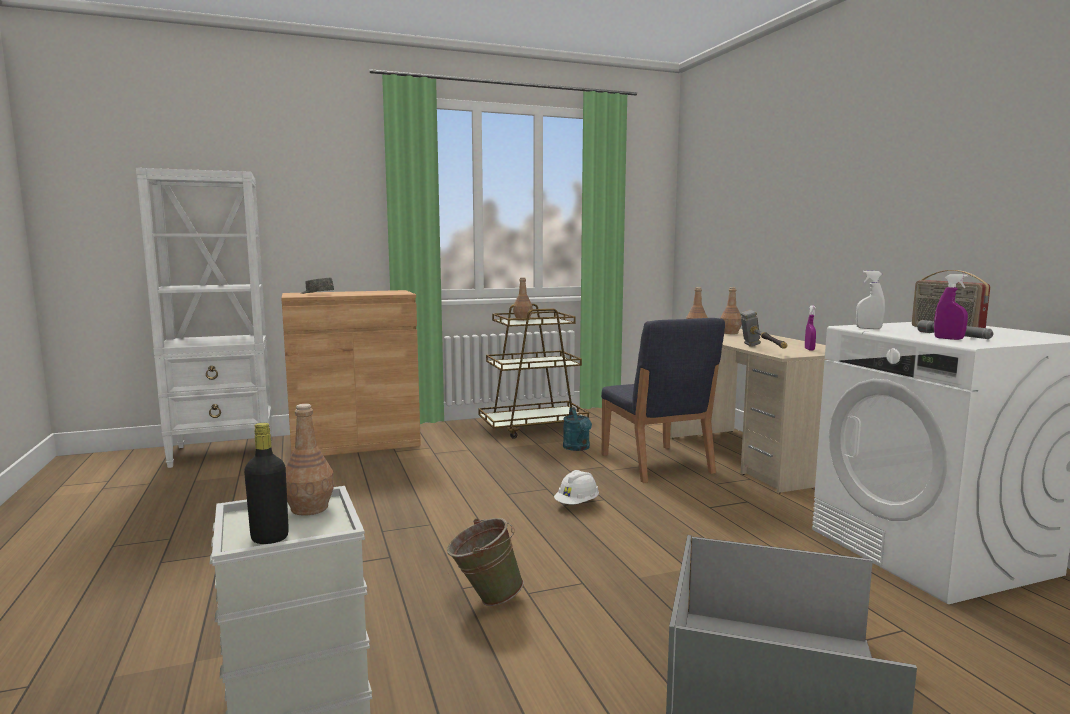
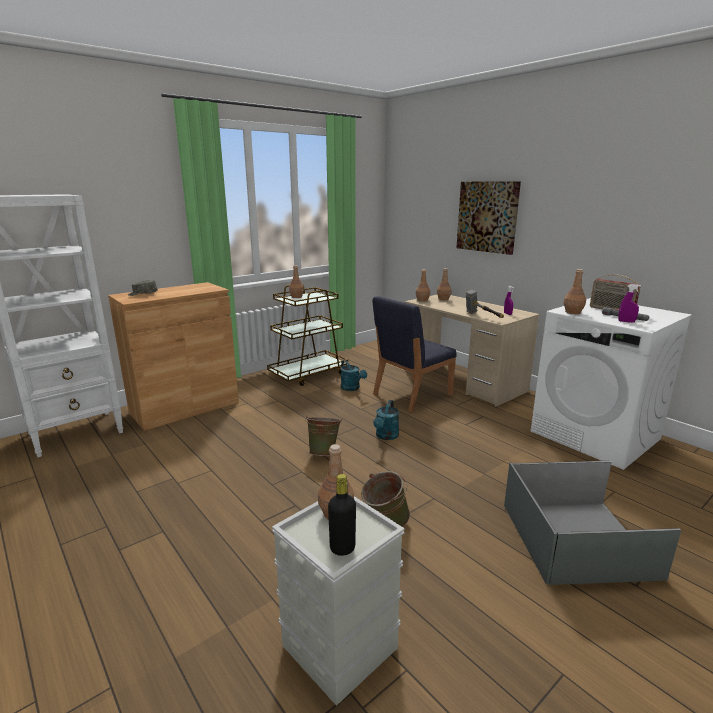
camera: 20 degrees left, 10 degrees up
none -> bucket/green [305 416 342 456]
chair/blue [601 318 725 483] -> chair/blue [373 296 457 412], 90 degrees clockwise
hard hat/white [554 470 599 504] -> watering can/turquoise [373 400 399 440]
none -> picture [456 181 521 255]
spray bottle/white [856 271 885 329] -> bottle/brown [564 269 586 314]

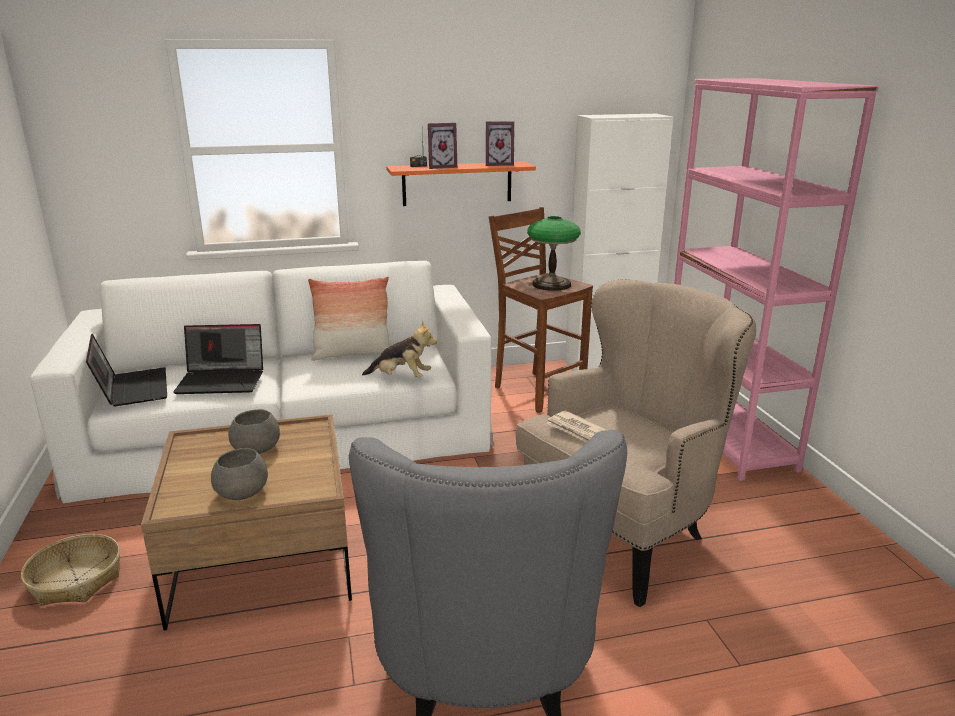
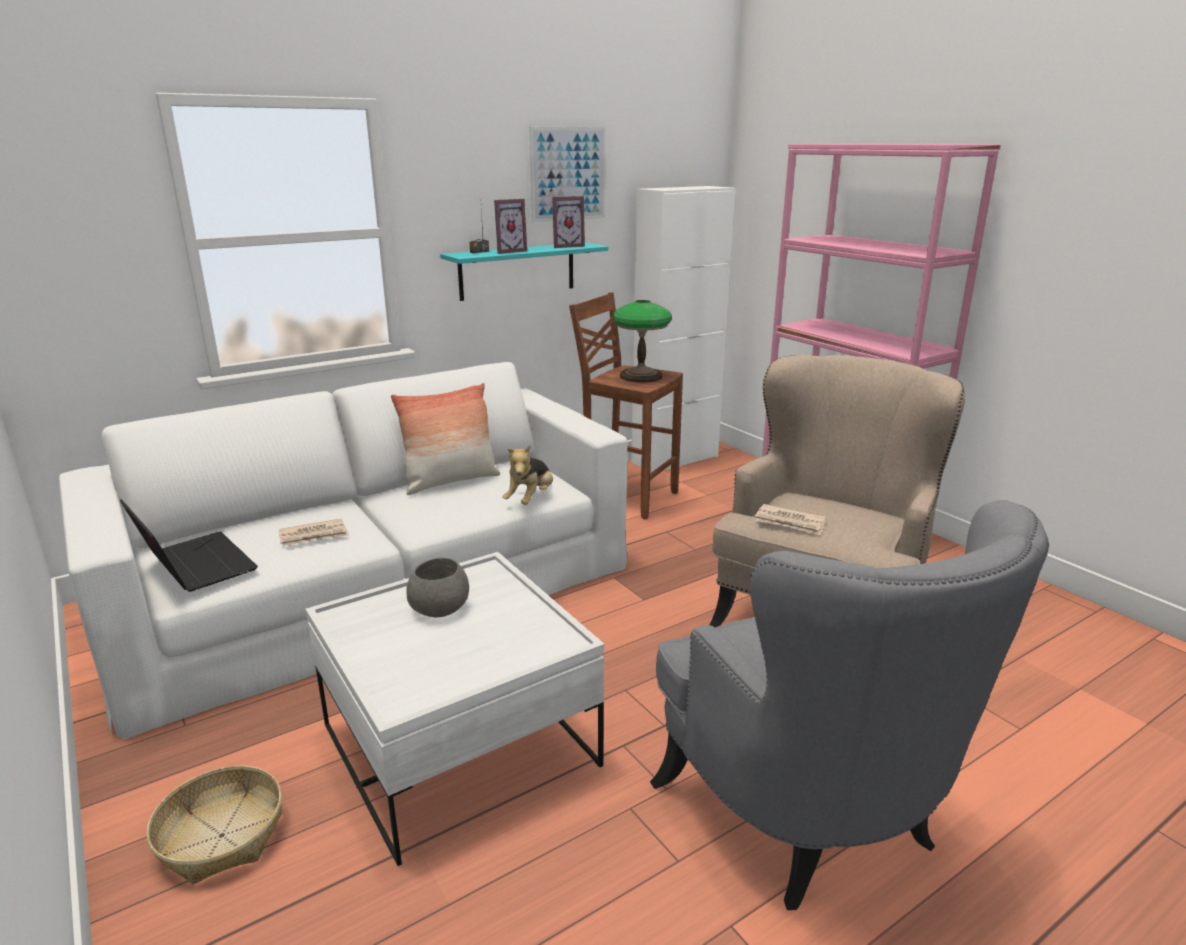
camera: 20 degrees left, 0 degrees up
laptop [173 324 263 394] -> newspaper [278 518 349 546]
coffee table/brown [141 414 352 630] -> coffee table/white [306 552 604 866]
shelf/orange [386 161 536 206] -> shelf/turquoise [440 242 608 301]
plush toy [362 321 437 377] -> plush toy [502 445 553 505], 120 degrees clockwise
none -> picture [529 127 606 222]
bowl/grey [211 448 268 500] -> none

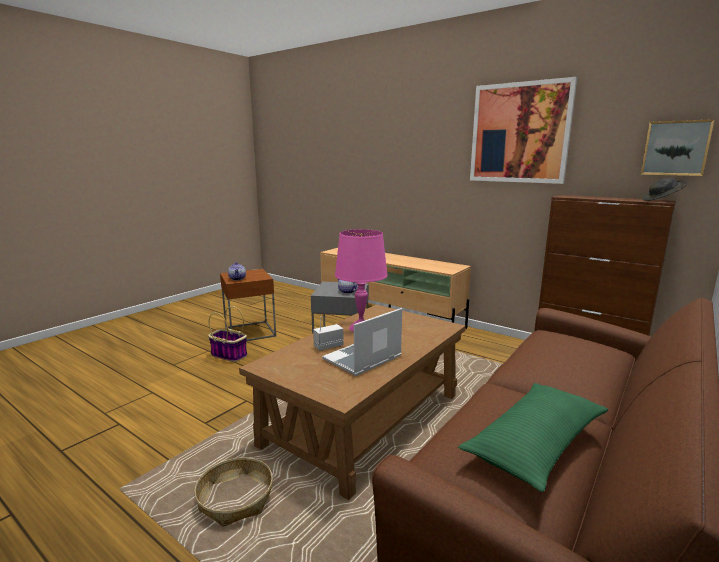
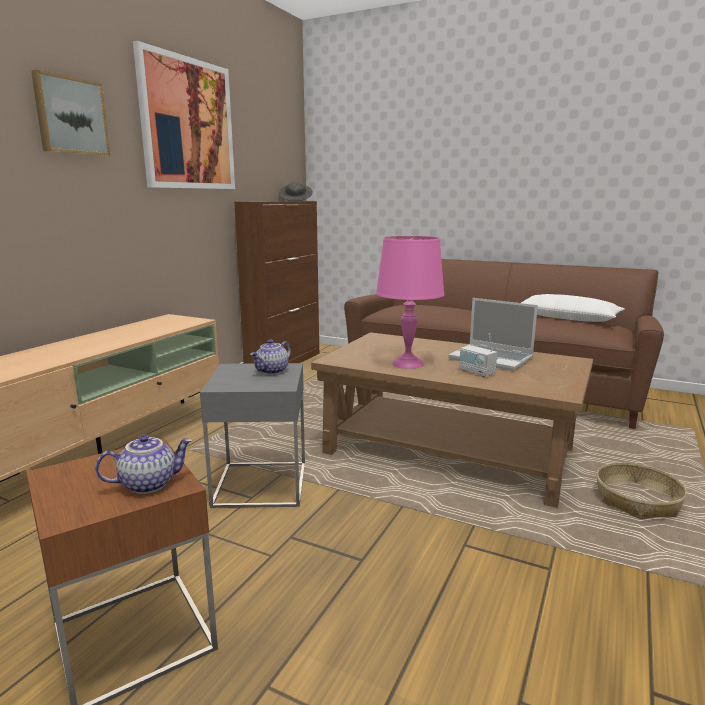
camera: 100 degrees left, 0 degrees up
picture [641 119 715 176] -> picture [31 70 110 156], moved
pillow/green [458 383 608 492] -> pillow/white [521 294 625 322]
basket [208 306 247 362] -> none

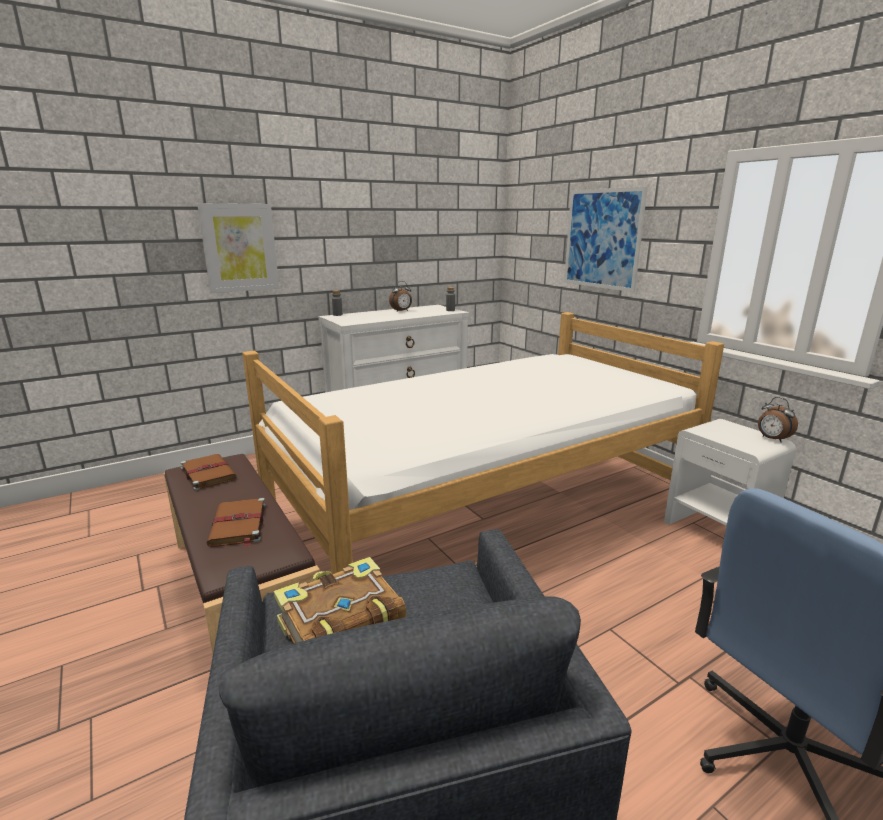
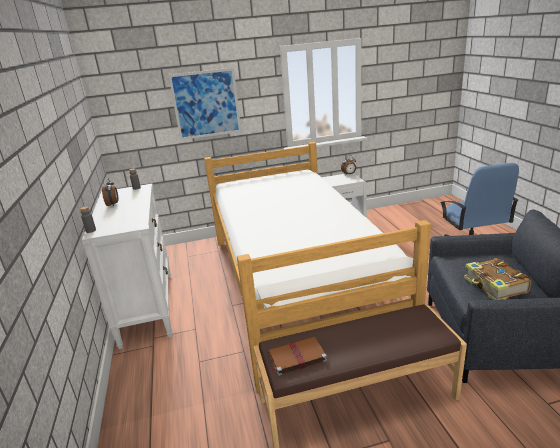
camera: 70 degrees left, 5 degrees up
picture [197 203 279 293] -> none
book/brown [206 498 266 547] -> none

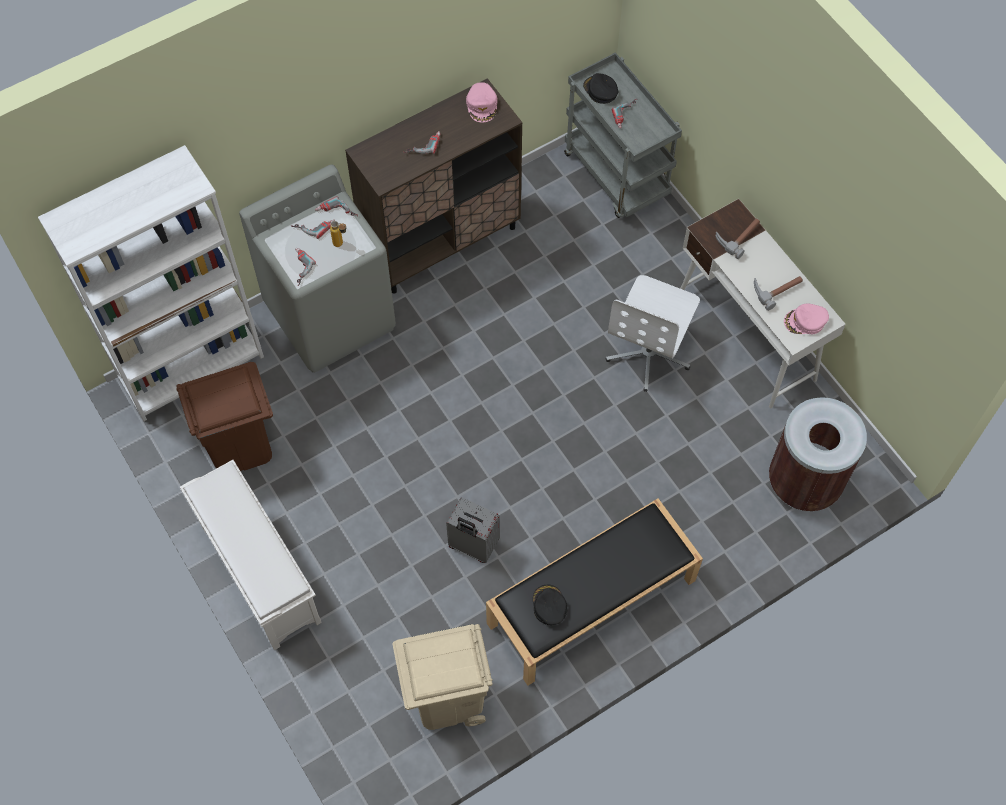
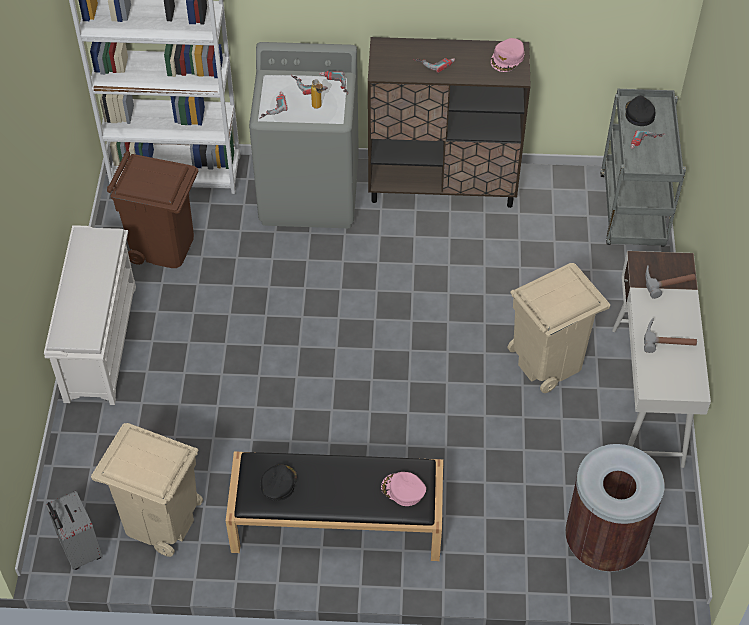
camera: 35 degrees right, 10 degrees down
suitcase/grey [446 497 500 563] -> suitcase/grey [46 491 103 570], moved
cap/pink [784 303 829 334] -> cap/pink [381 472 426 506], moved
office chair/white [606 275 700 392] -> trash can/beige [508 263 610 393]

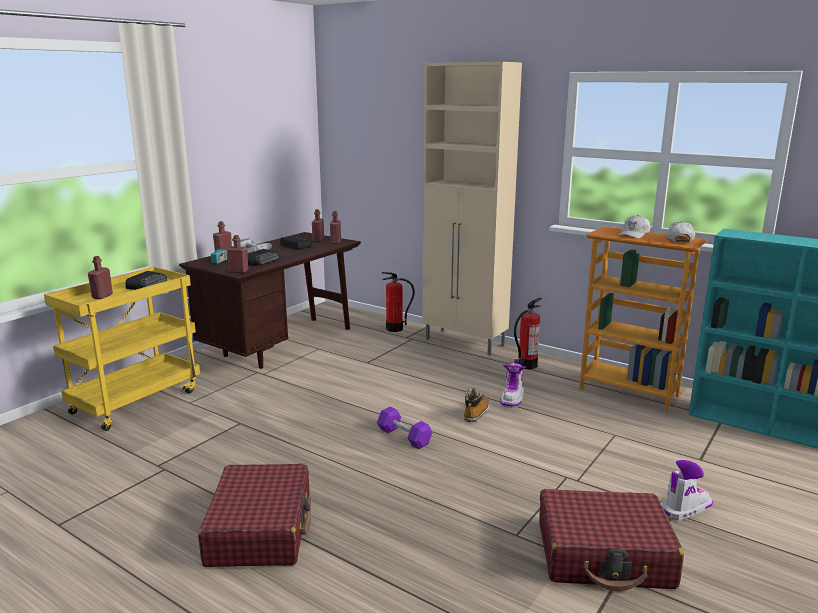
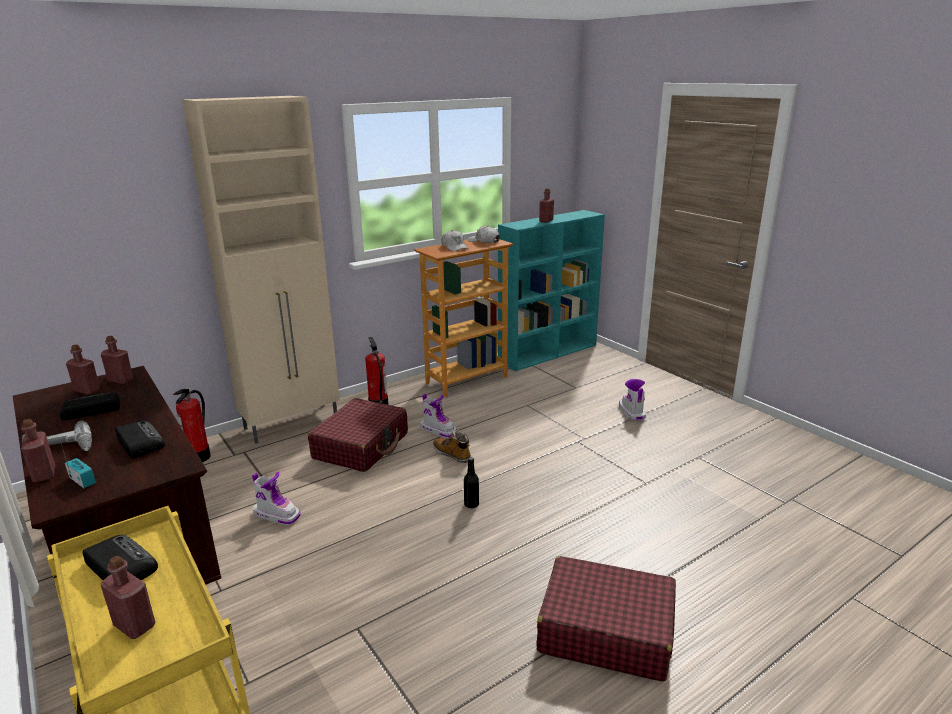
camera: 70 degrees left, 5 degrees up
none -> boot [252 472 301 525]
suitcase/red [539 489 684 591] -> suitcase/red [308 398 408 472], moved
dumbbell/purple [377 406 433 449] -> bottle/black [464 457 479 508]
bottle/red [227 235 248 273] -> bottle/red [539 188 554 223], moved

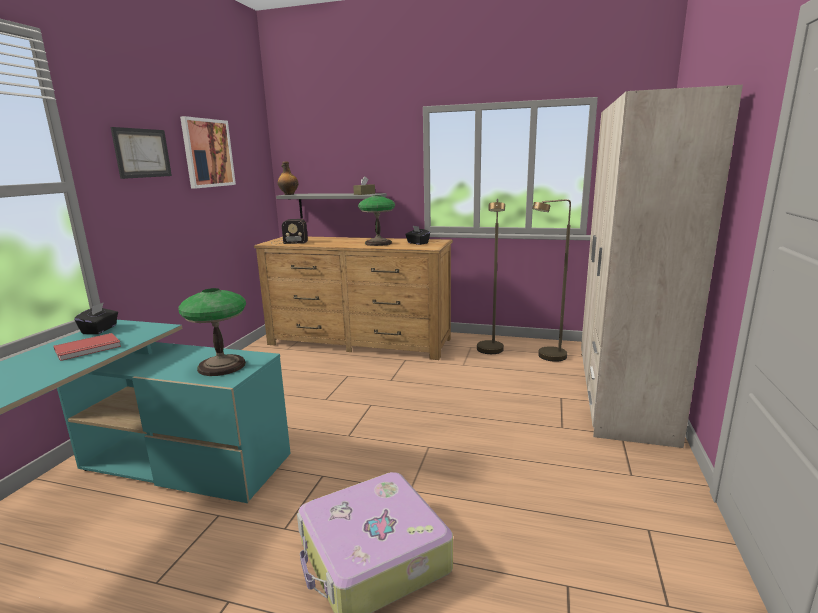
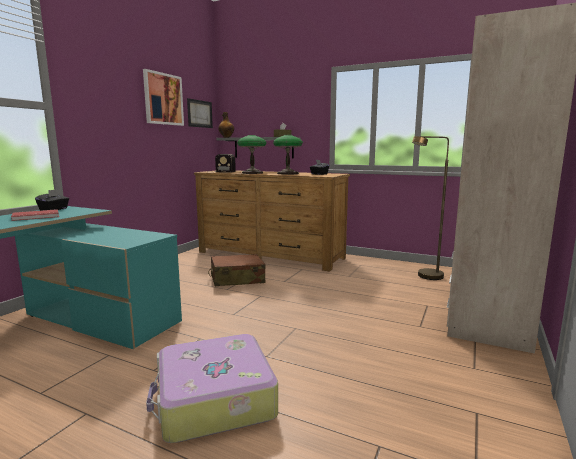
camera: 10 degrees right, 5 degrees down
picture [111 127 172 179] -> picture [187 98 213 128], moved
none -> suitcase/brown [208 254 265 286]
table lamp [178 288 246 376] -> table lamp [237 135 266 174], moved
floor lamp/brown [477 199 505 354] -> none

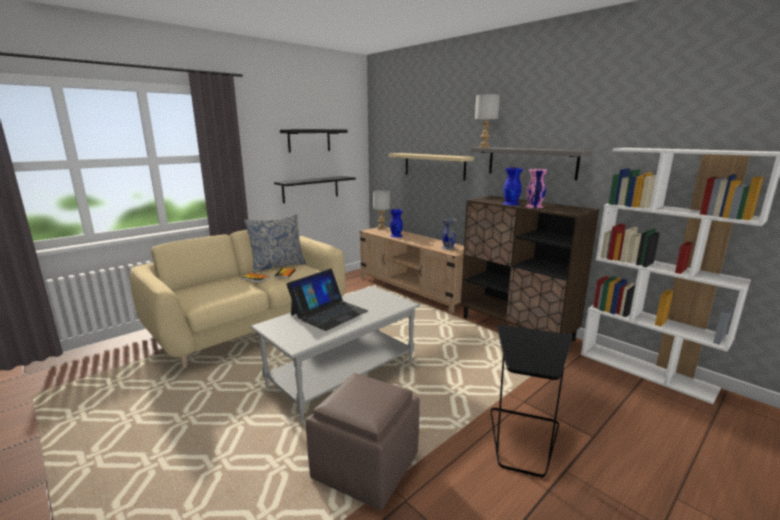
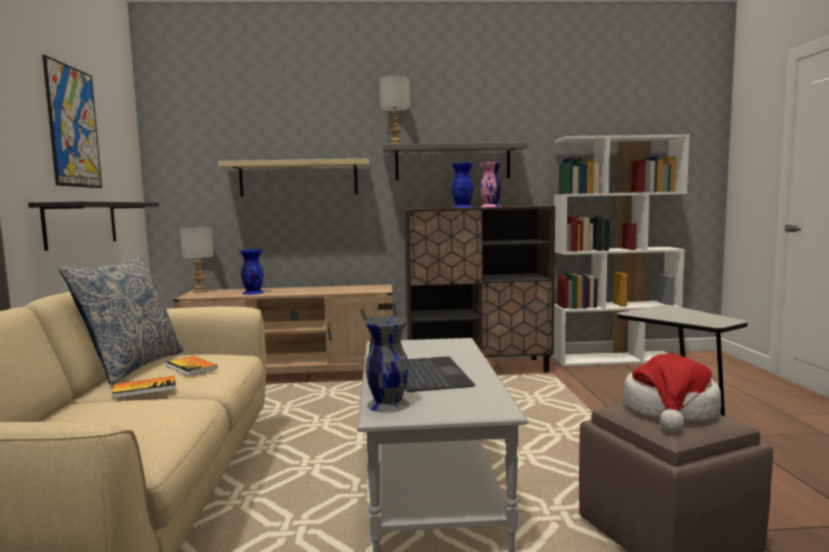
camera: 50 degrees left, 10 degrees down
shelf/black [280 129 348 153] -> picture [42 55 102 188]
vase/grey [442 218 457 250] -> vase/grey [365 316 409 413], moved
none -> hat [624 354 721 432]

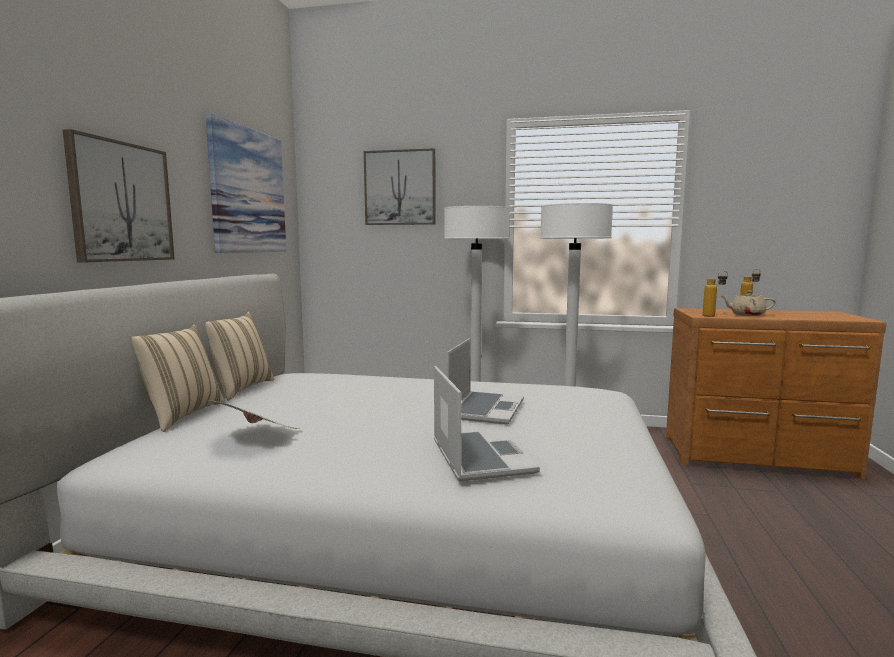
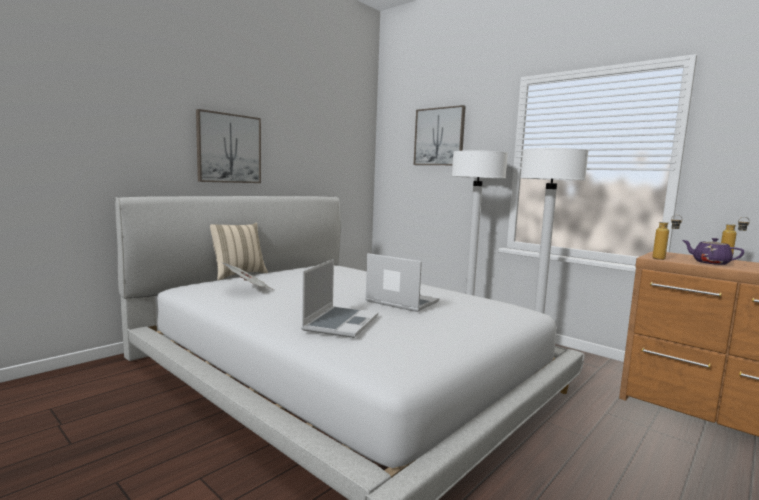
camera: 30 degrees right, 0 degrees up
laptop [447 338 524 425] -> laptop [365 253 439 312], 105 degrees counterclockwise
teapot/beige [720 291 776 316] -> teapot/purple [683 238 745 265]
picture [206 113 286 253] -> none
pillow/beige [206 312 274 401] -> none

